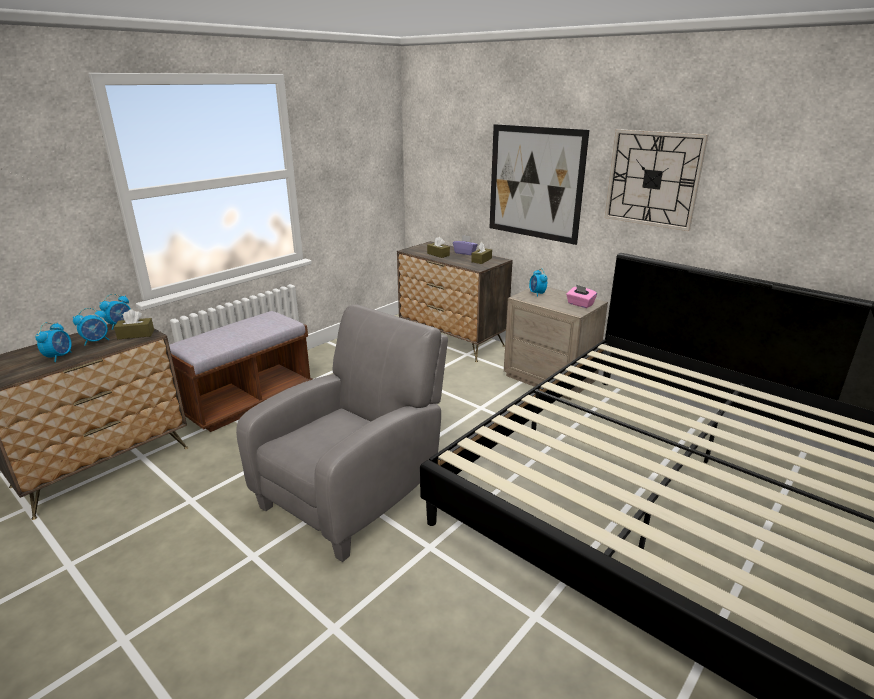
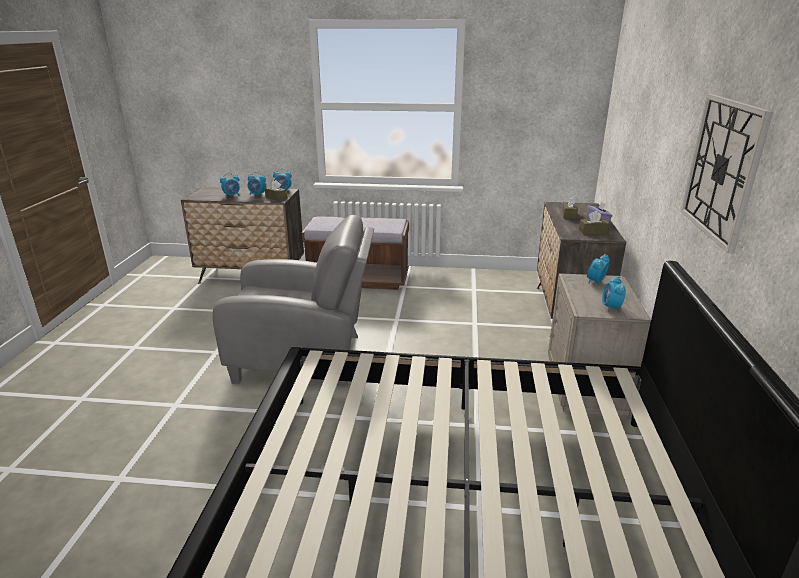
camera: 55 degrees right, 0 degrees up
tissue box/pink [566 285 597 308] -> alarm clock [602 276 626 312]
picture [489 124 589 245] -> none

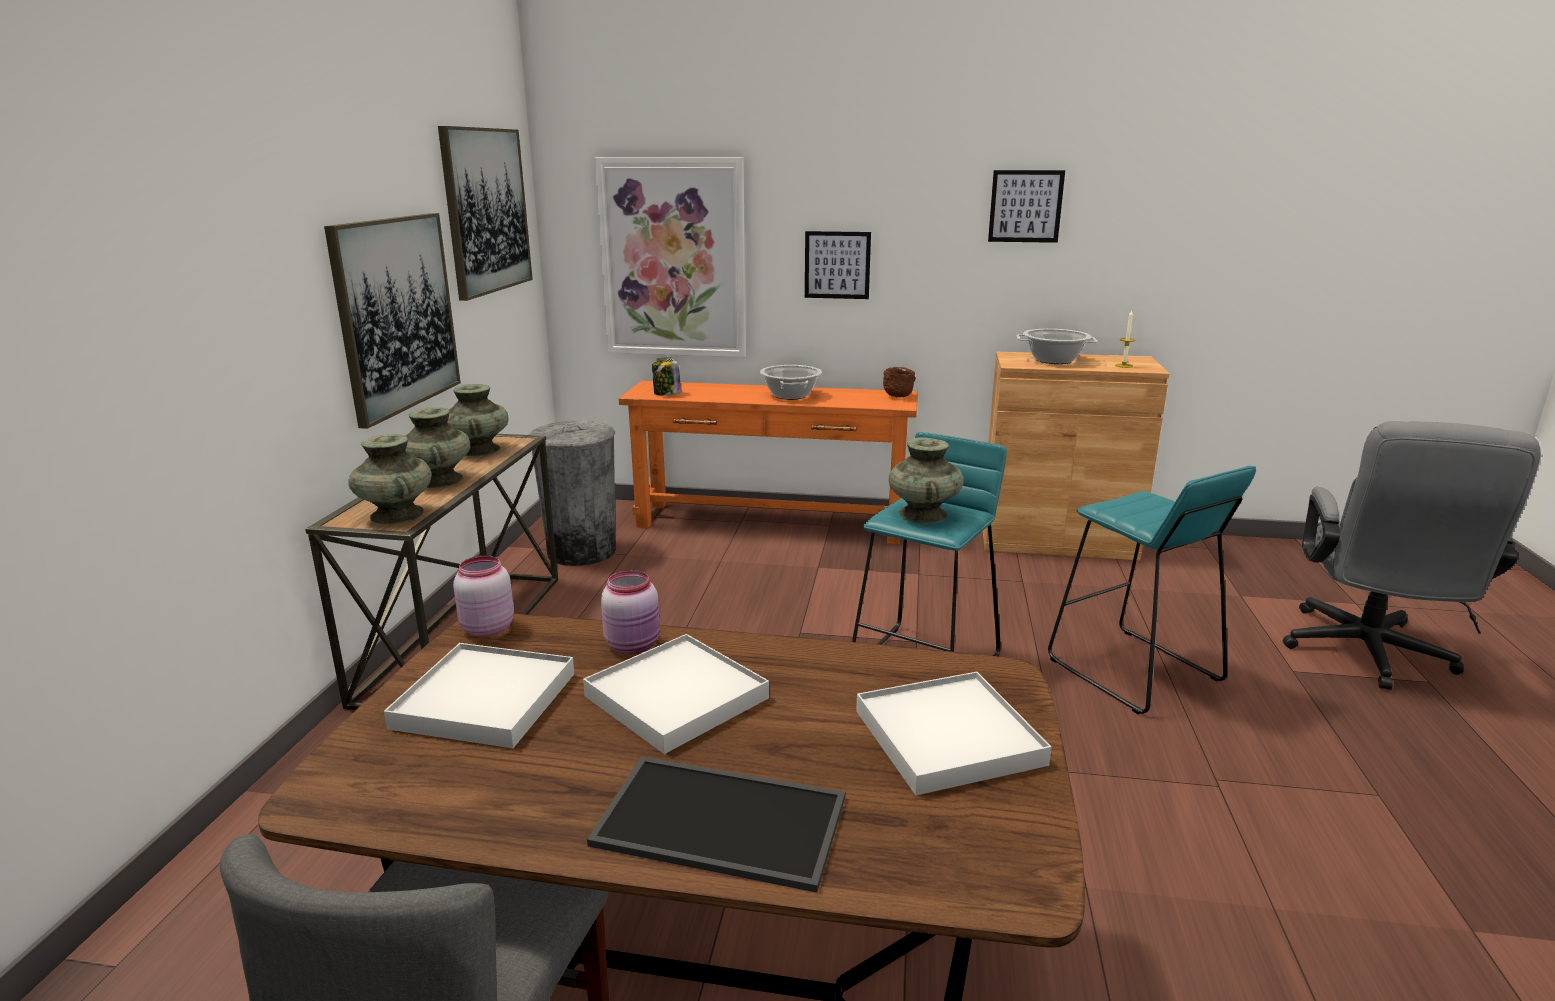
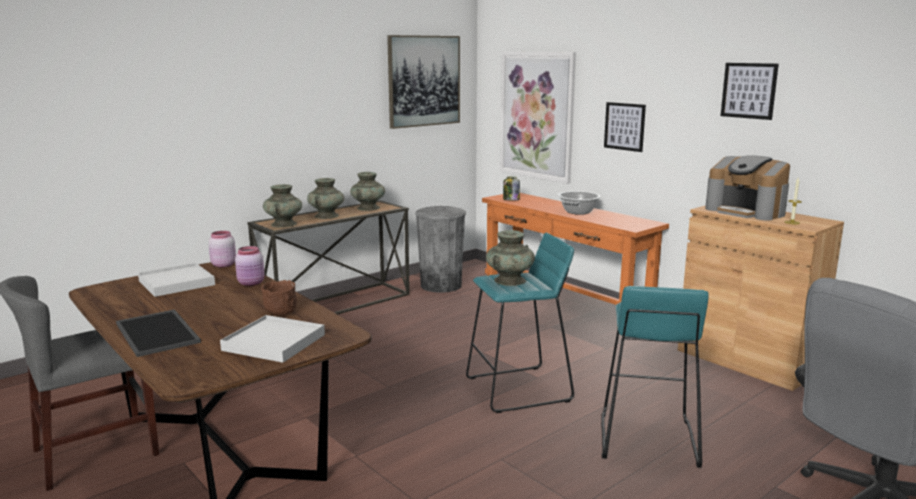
camera: 40 degrees right, 5 degrees down
bowl/brown [883 367 916 397] -> bowl/brown [261 280 297 315], moved
cooking pot [1017 329 1098 364] -> coffee machine [705 155 790 221]
picture [324 213 461 429] -> none
tray/white [583 634 769 754] -> none

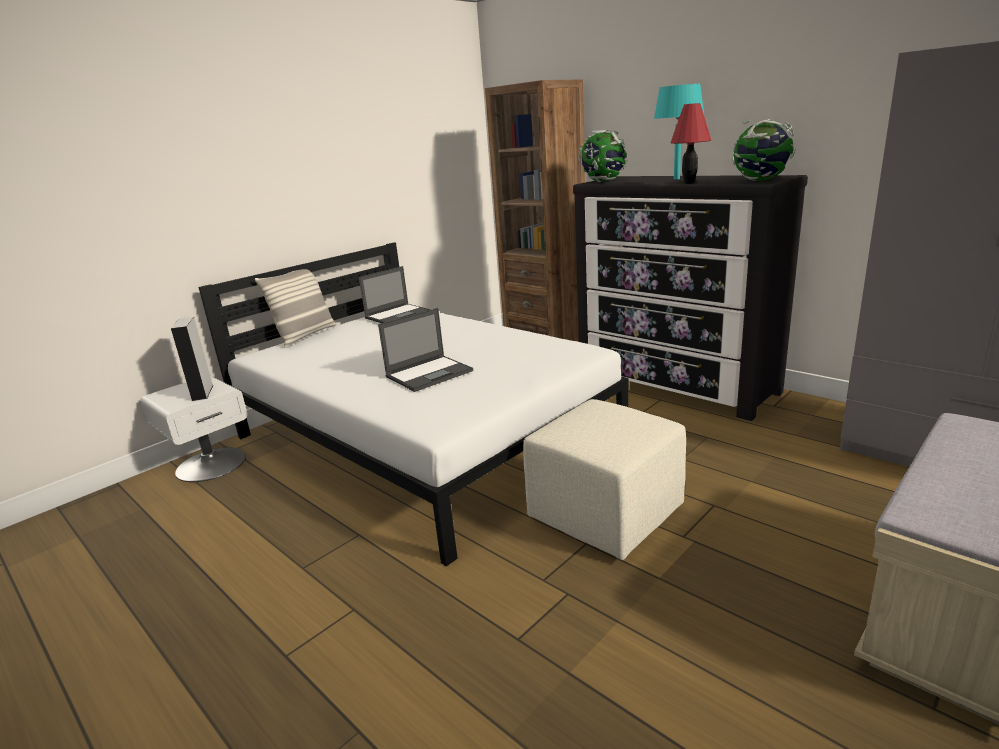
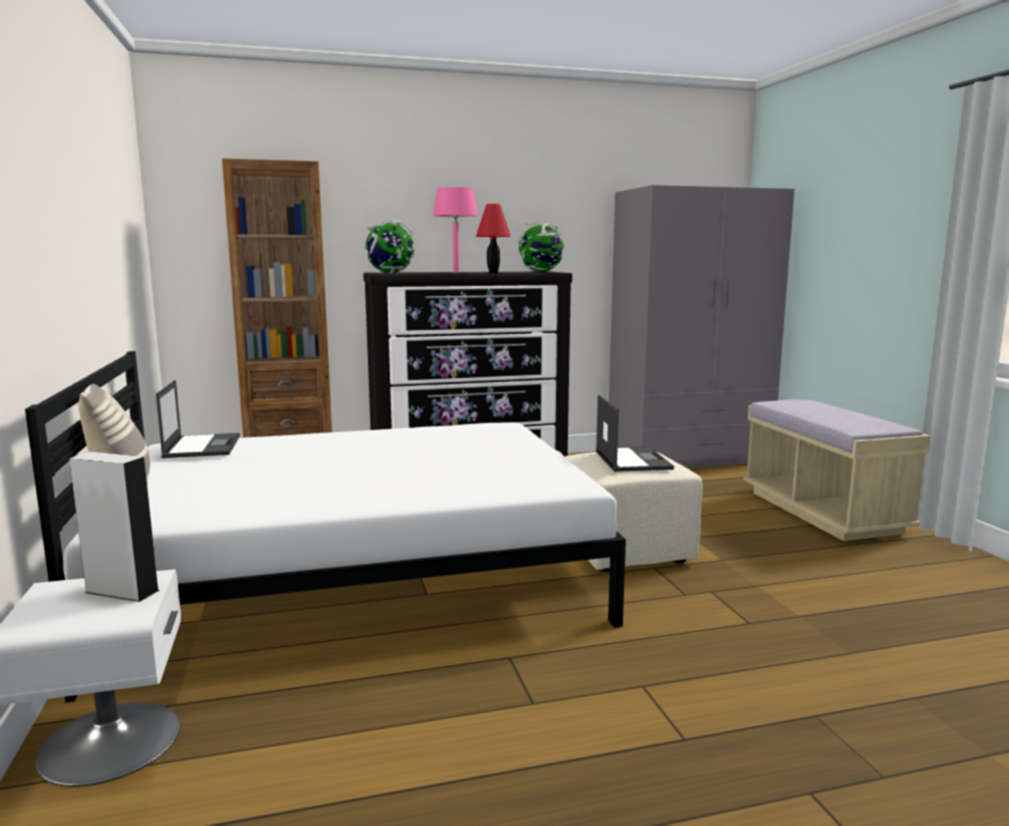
camera: 60 degrees left, 10 degrees down
table lamp/turquoise [654 84 704 179] -> table lamp/pink [433 187 478 272]
laptop [378 308 473 392] -> laptop [596 395 674 472], moved

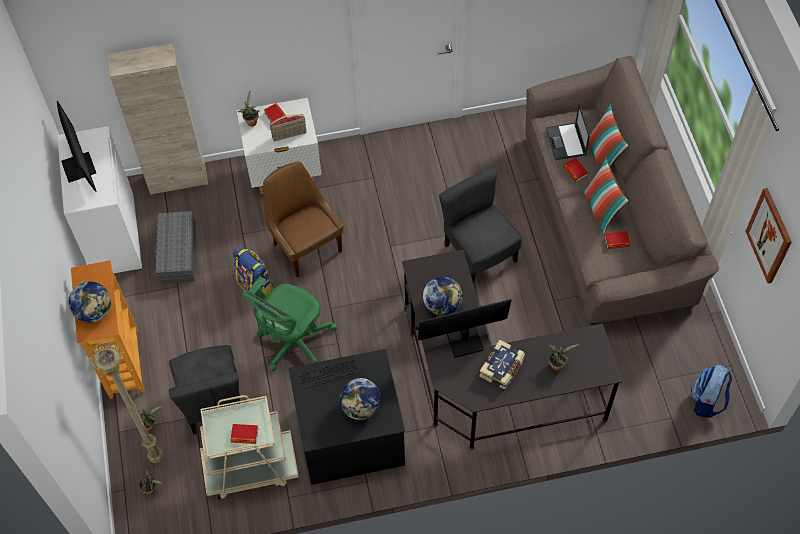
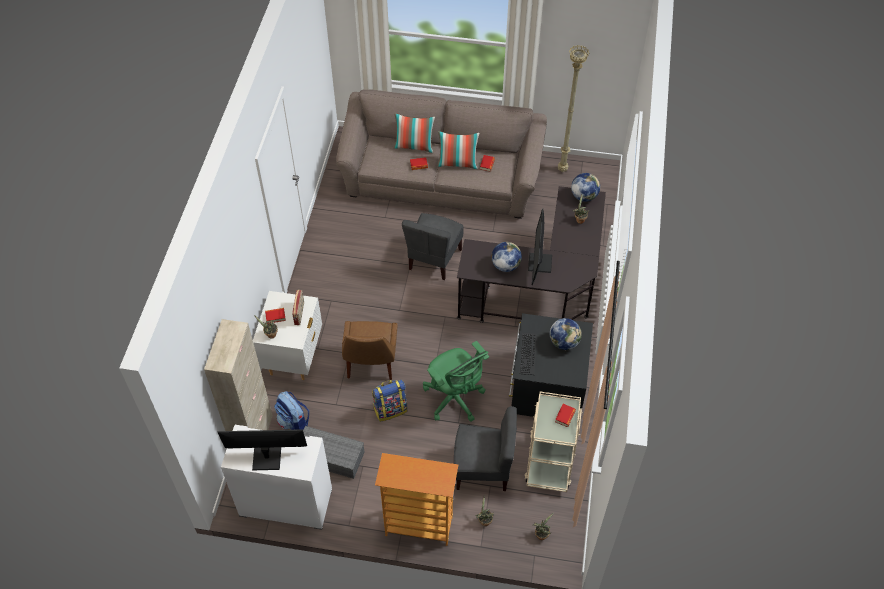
camera: 70 degrees left, 5 degrees down
backpack [691 364 732 418] -> backpack [274 391 309 430], moved
chair/brown [263 161 343 278] -> chair/brown [342 321 398 380], 75 degrees counterclockwise
chair/grey [439 168 522 284] -> chair/grey [402 213 464 280], 60 degrees counterclockwise
floor lamp/beige [89 342 164 463] -> floor lamp/beige [558 45 589 172], moved
globe [69 281 111 323] -> globe [571 173 600 202], moved
book [479 339 525 389] -> none
laptop [546 103 590 160] -> none
picture [745 188 792 284] -> none

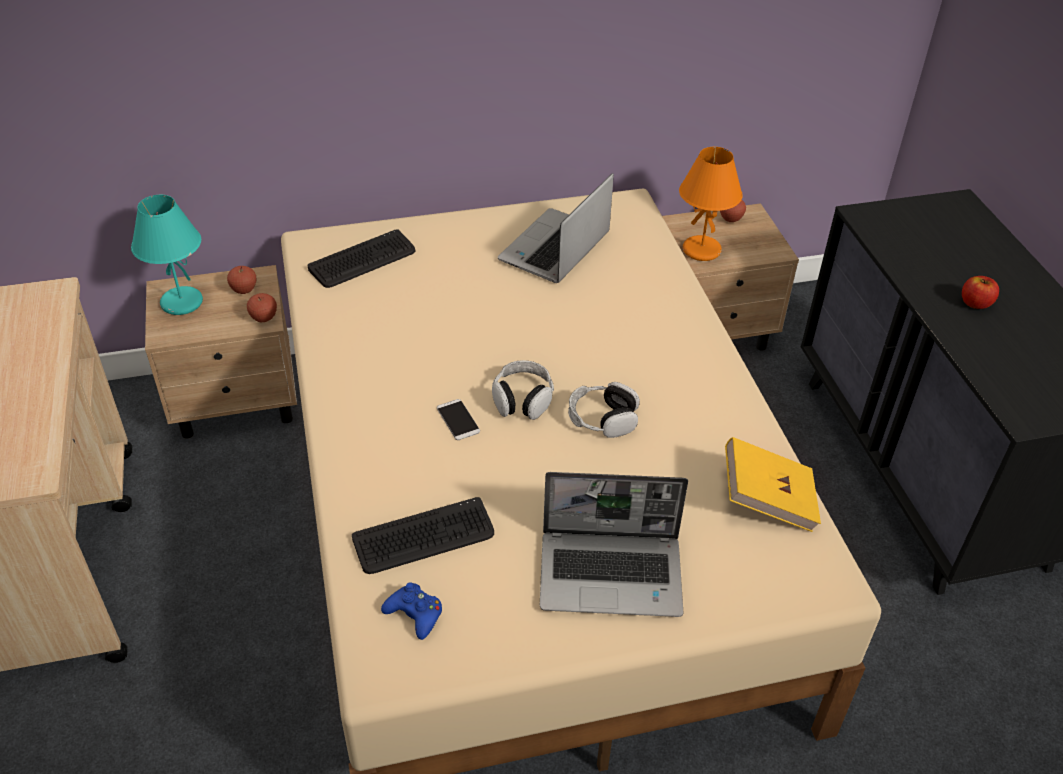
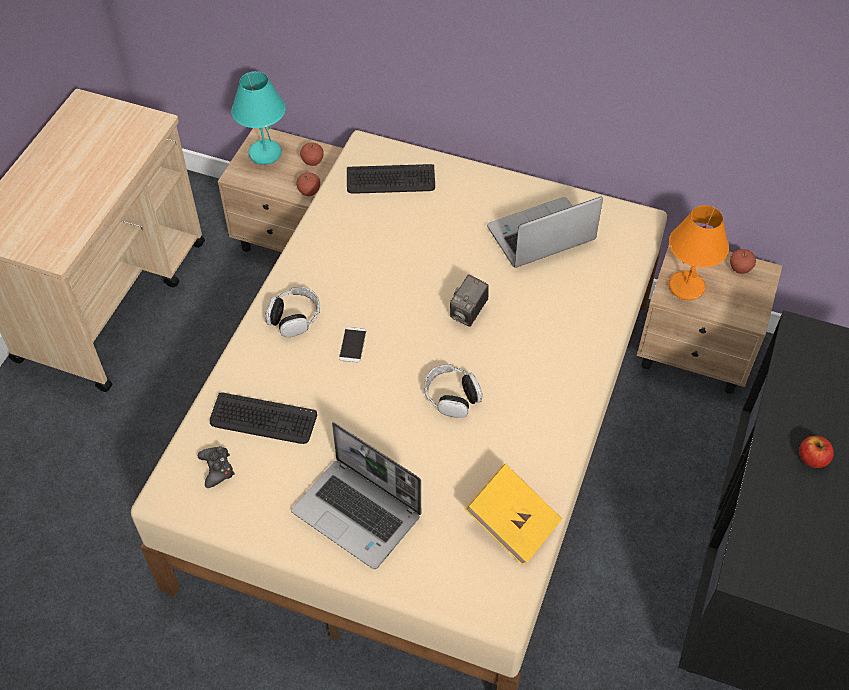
camera: 35 degrees right, 10 degrees up
game controller/blue [381 582 442 640] -> game controller/black [198 446 235 488]
headphones [492 360 554 420] -> headphones [265 287 320 337], moved
none -> photo camera [450 274 489 327]

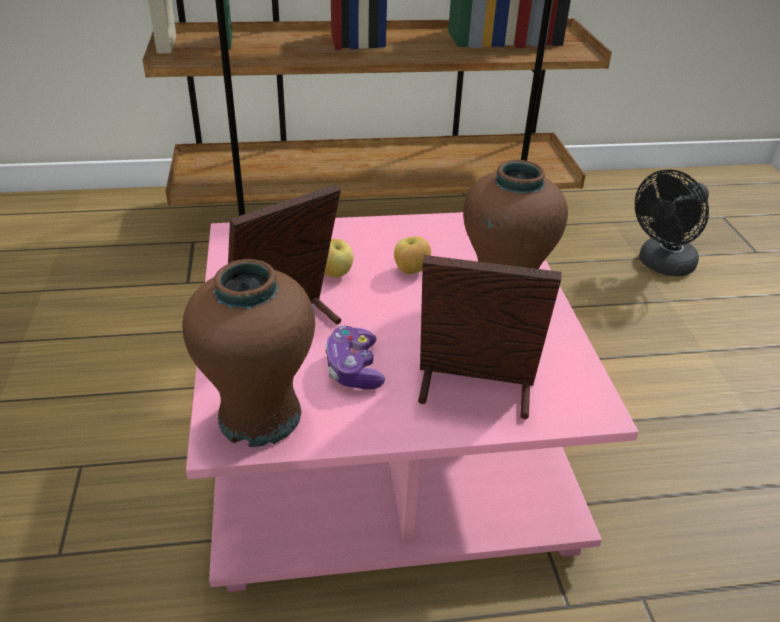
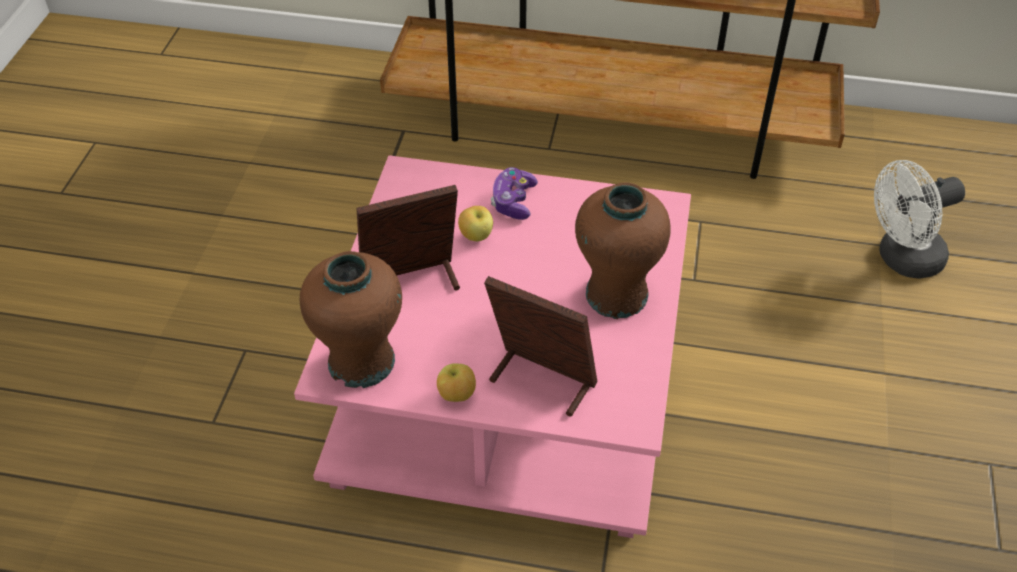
camera: 20 degrees right, 10 degrees up
apple [394 236 431 274] -> apple [437 363 476 402], moved
game controller [325 326 385 390] -> game controller [491 167 538 220], moved
fan/black [635 169 709 276] -> fan/white [874 160 965 279]

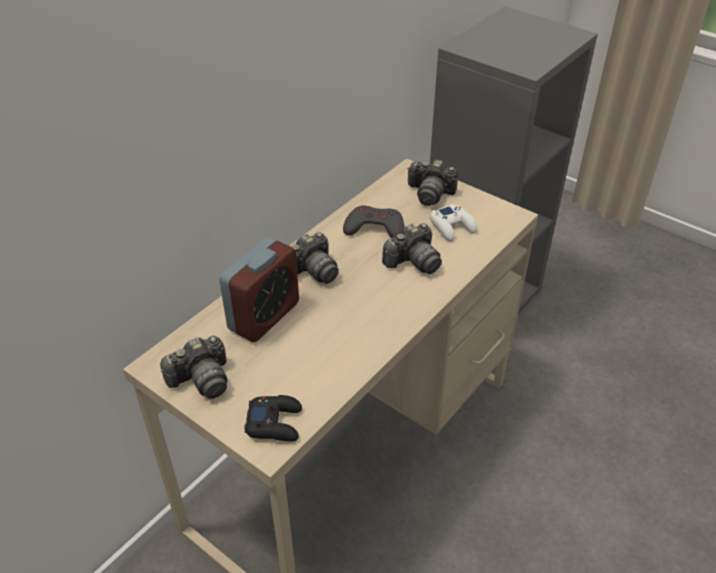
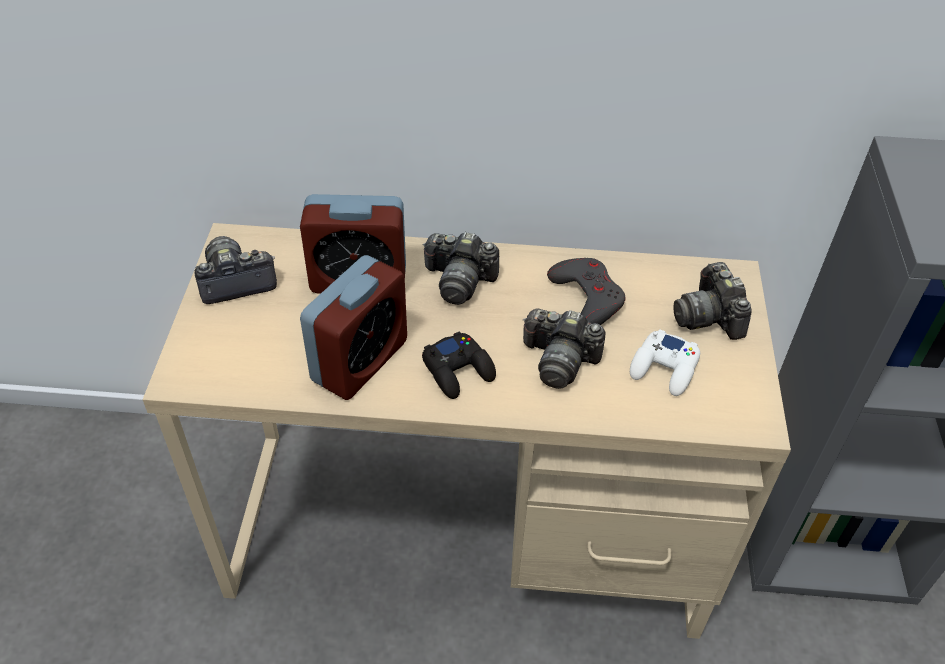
camera: 55 degrees right, 5 degrees up
photo camera [160 336 228 399] -> photo camera [194 236 277 304], 135 degrees clockwise
none -> alarm clock [300 255 407 400]
game controller/black [244 395 302 442] -> game controller/black [422 331 496 399], moved

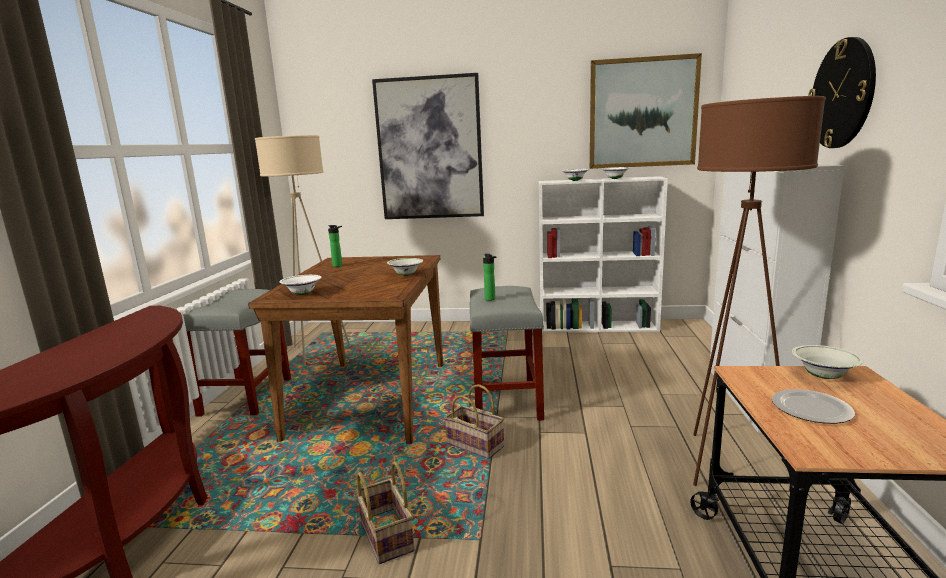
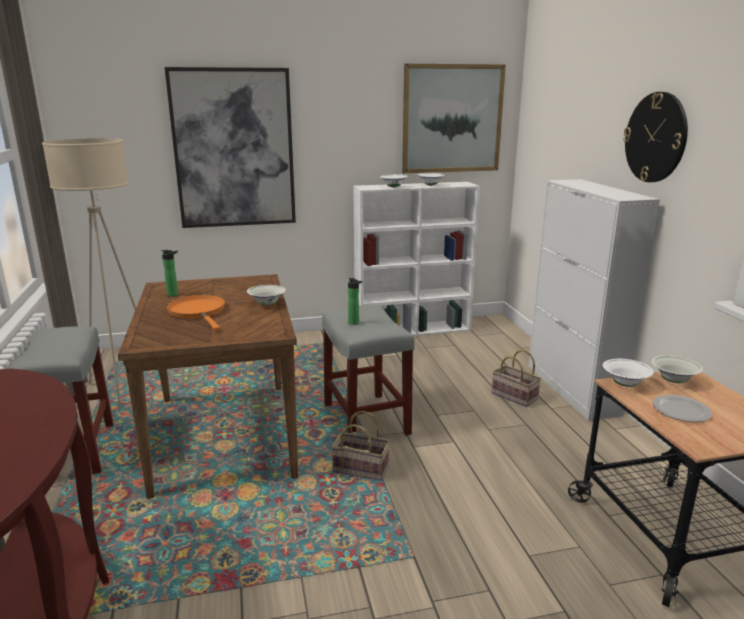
camera: 20 degrees left, 5 degrees up
none -> frying pan/orange [166 295 225 330]
basket [356 461 414 564] -> basket [492 350 541 407], moved
bowl/white [279 275 321 295] -> bowl/white [603 359 654 387], moved
floor lamp/brown [693 96 826 486] -> none

